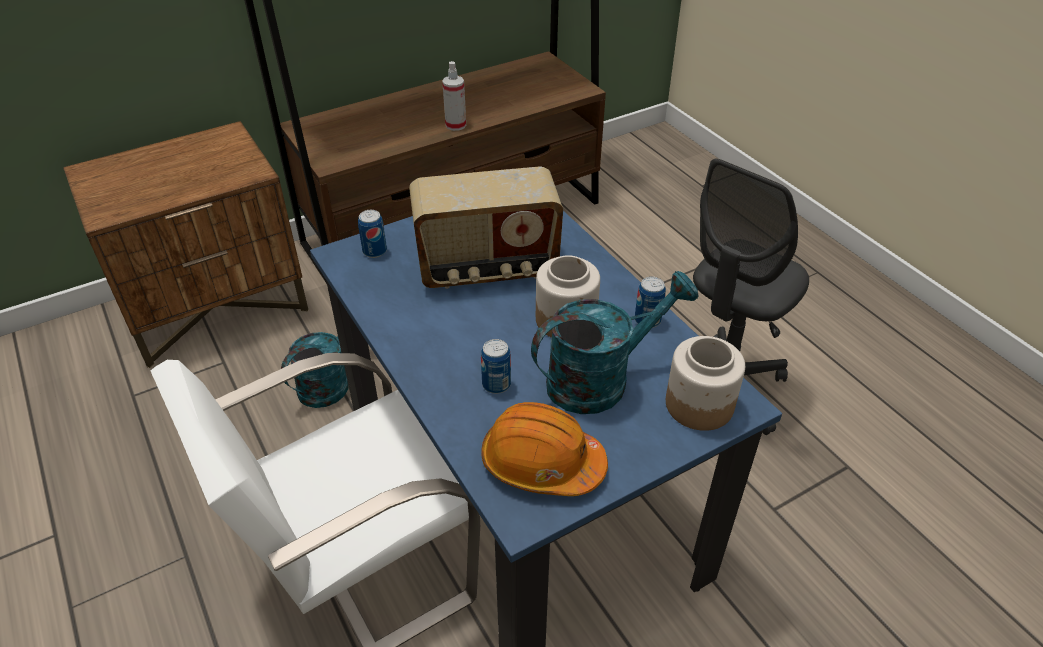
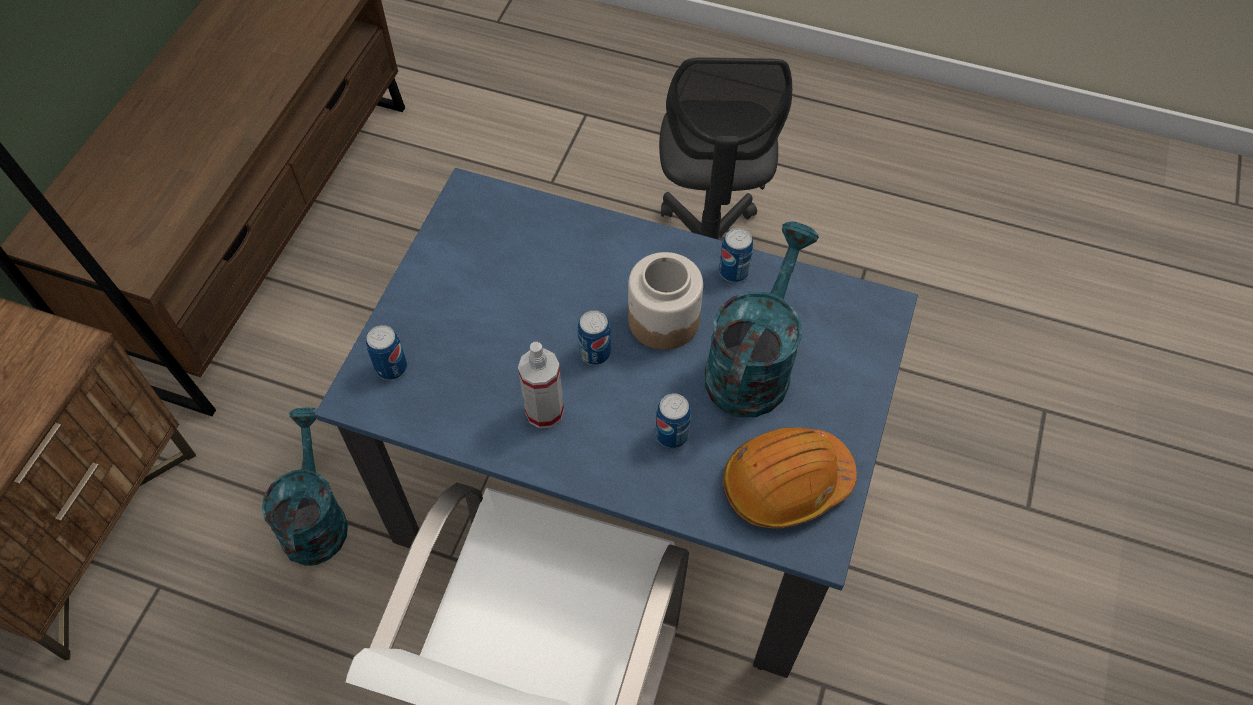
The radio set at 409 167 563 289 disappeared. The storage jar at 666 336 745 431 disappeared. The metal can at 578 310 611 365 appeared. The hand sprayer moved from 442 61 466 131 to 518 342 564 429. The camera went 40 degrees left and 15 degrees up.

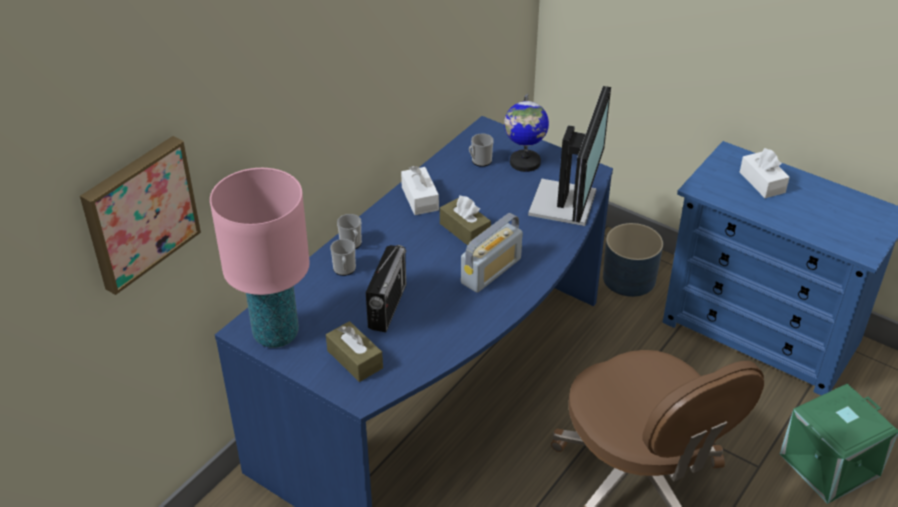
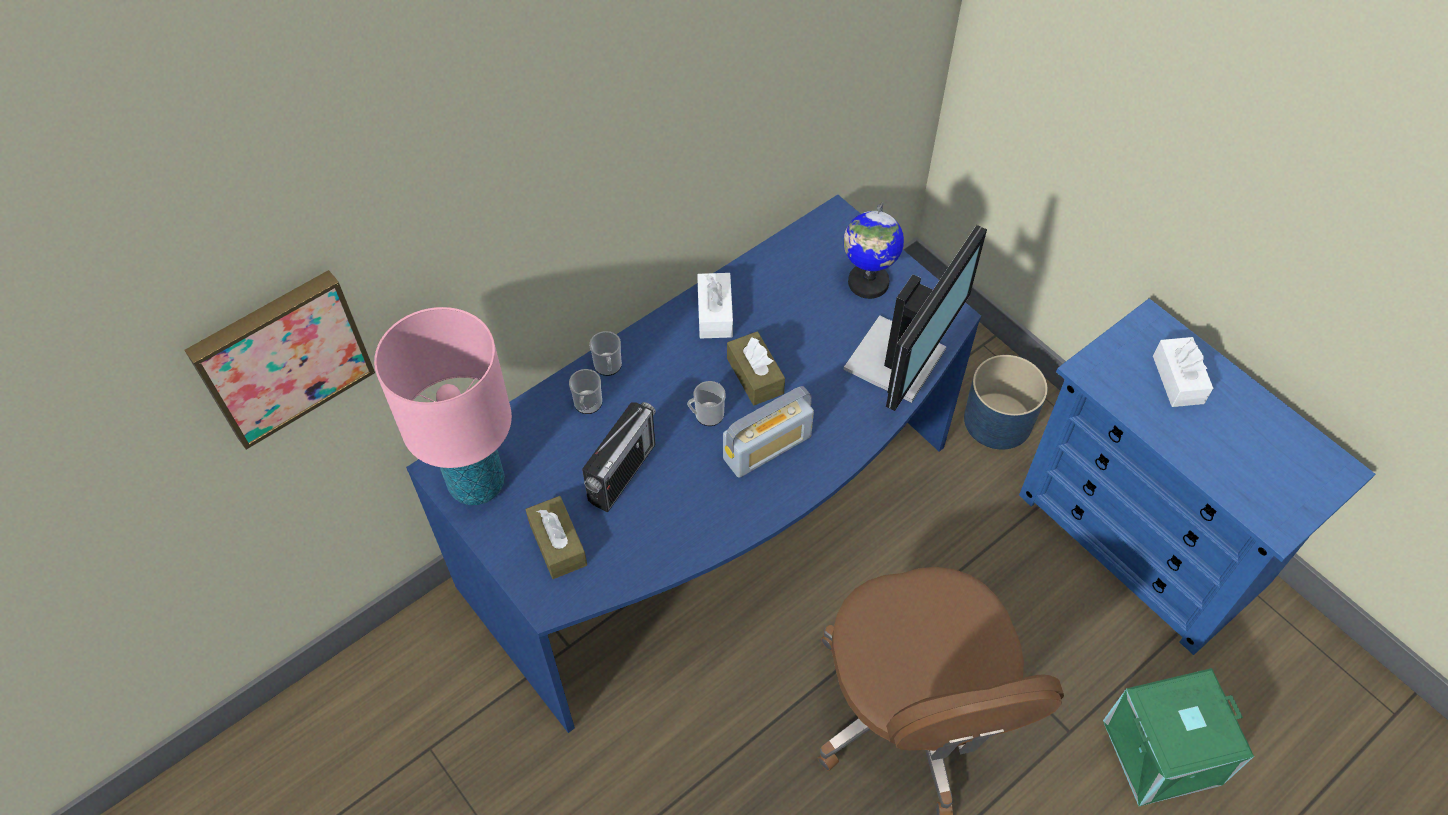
The tea mug moved from 469 134 494 167 to 687 381 726 426. The camera went 15 degrees right and 15 degrees up.

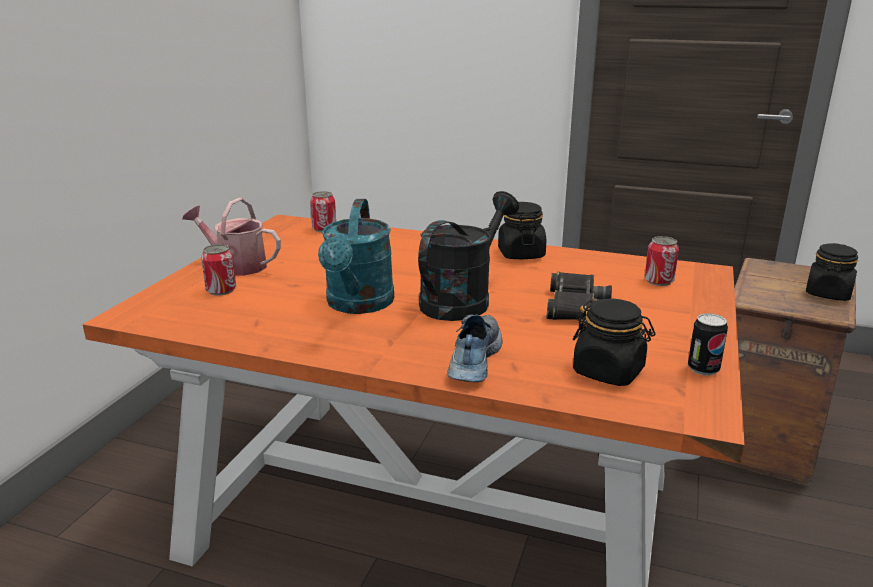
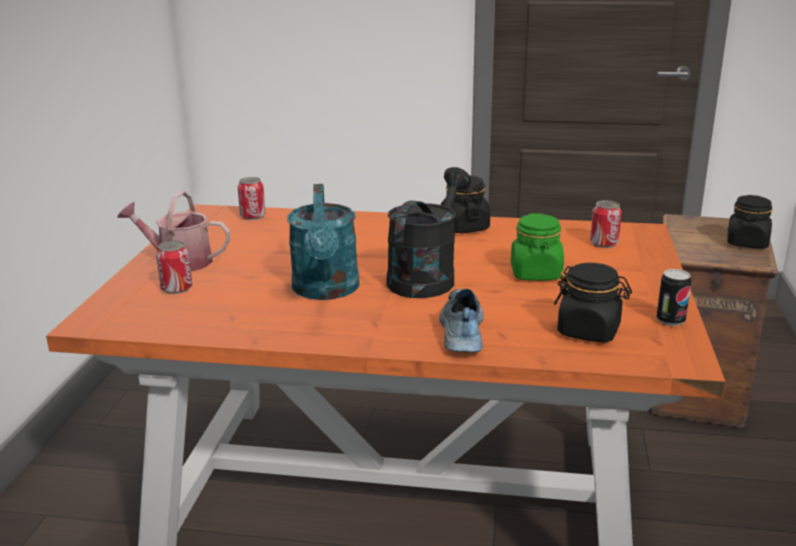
The black pair of binoculars at 547 272 612 320 was replaced by the greenish storage jar at 511 214 564 281. The camera went 10 degrees left and 0 degrees up.

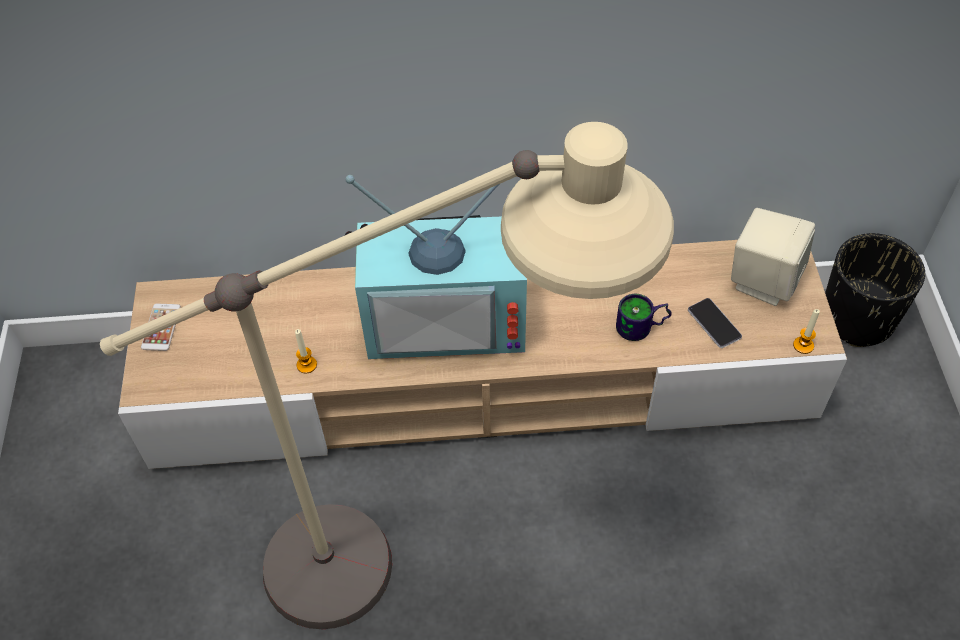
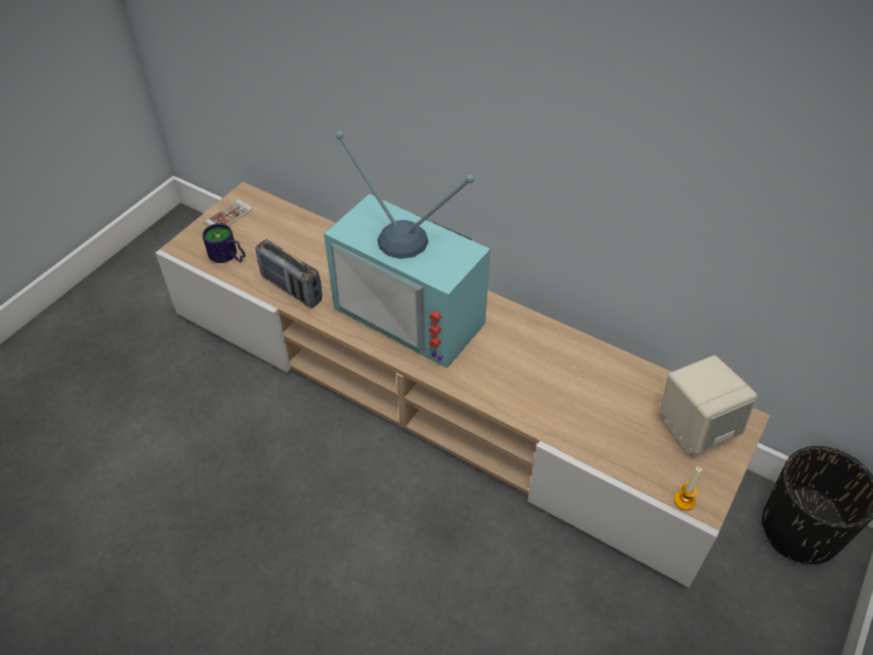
The sand-coloured floor lamp at 100 122 674 629 disappeared. The handset at 688 298 742 348 disappeared. The tea mug moved from 616 294 672 341 to 202 223 246 263. The candle at 295 329 317 373 was replaced by the radio set at 255 239 322 308. The camera went 35 degrees right and 5 degrees down.

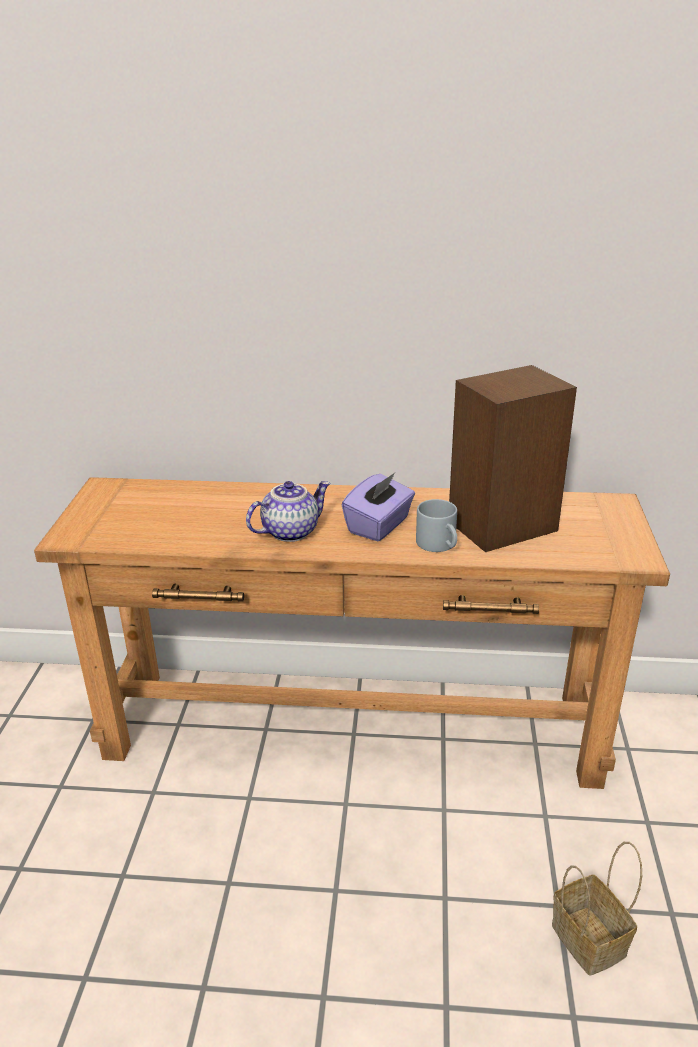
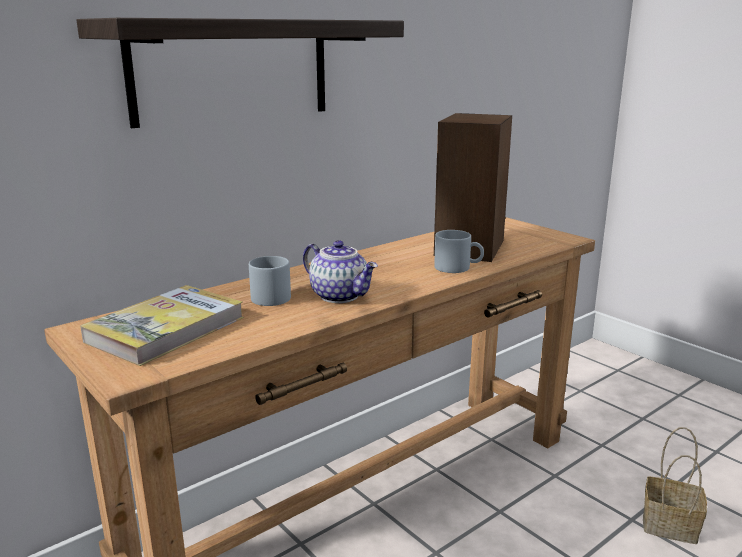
The purplish box of tissues at 342 473 415 541 disappeared. The wall shelf at 76 18 404 128 appeared. The bound book at 80 285 244 366 appeared. The grey tea mug at 249 256 291 306 appeared. The tea pot at 246 481 331 542 turned 120 degrees clockwise. The camera went 45 degrees left and 10 degrees down.

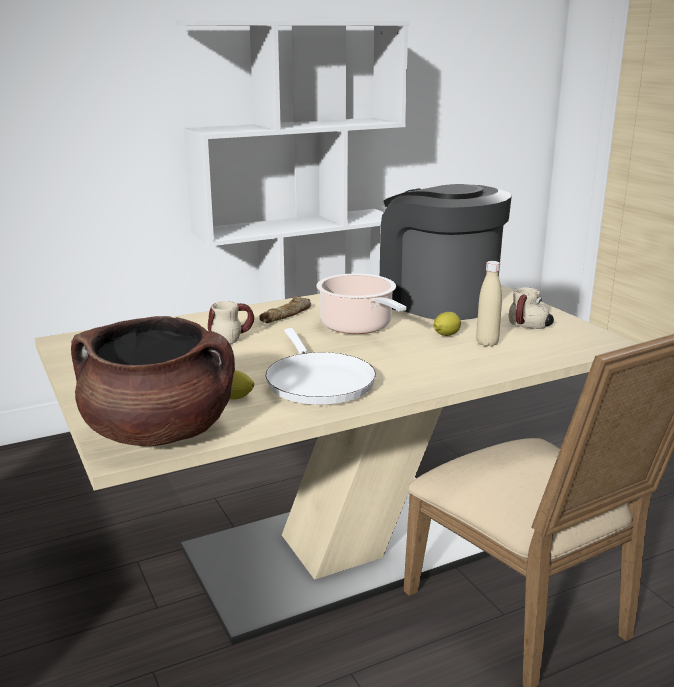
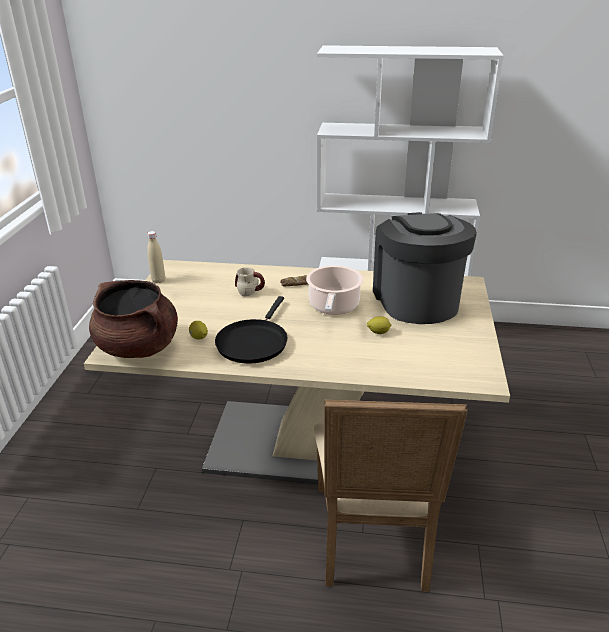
The tea mug at 509 287 554 329 disappeared. The sand-coloured bottle moved from 476 261 502 347 to 147 231 165 283. The white frying pan at 265 328 376 405 became the black frying pan at 215 296 288 364. The camera went 35 degrees right and 10 degrees up.

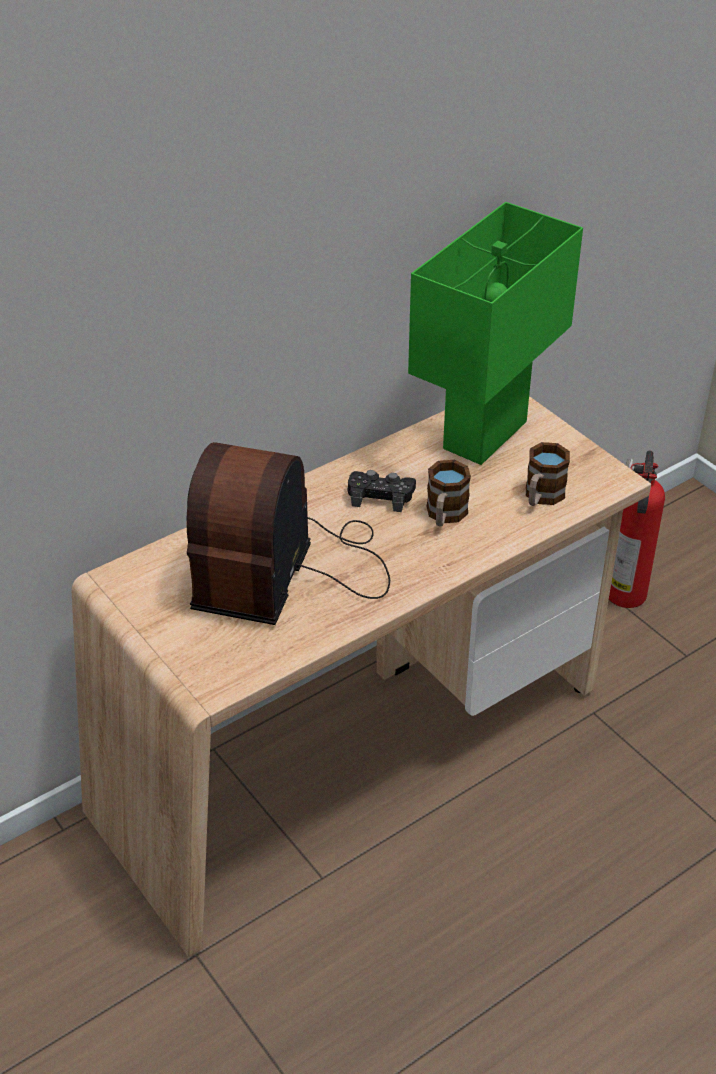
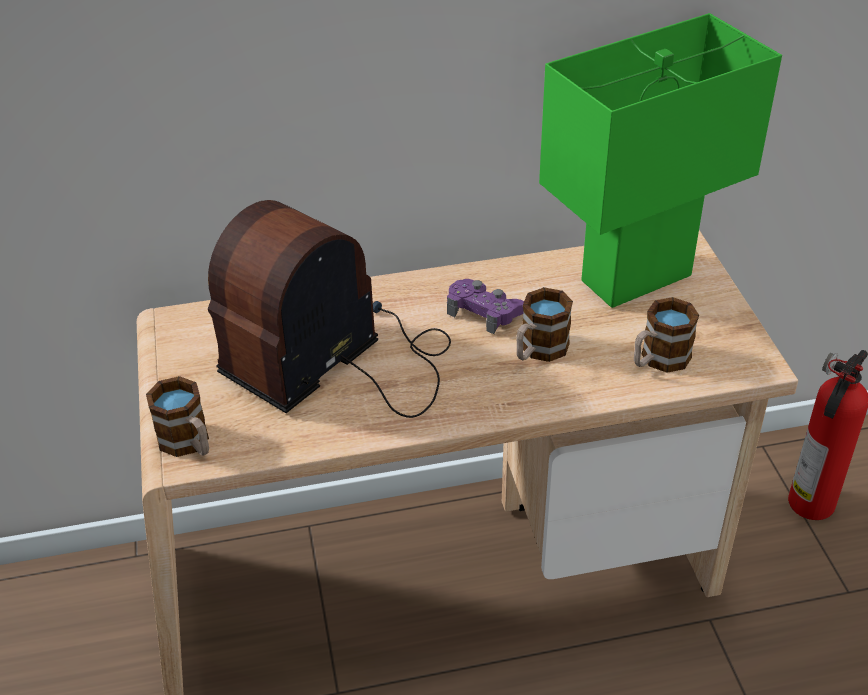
The tea mug at 146 376 209 457 appeared. The black gamepad at 348 470 416 512 became the purplish gamepad at 447 279 524 334. The camera went 25 degrees right and 0 degrees up.

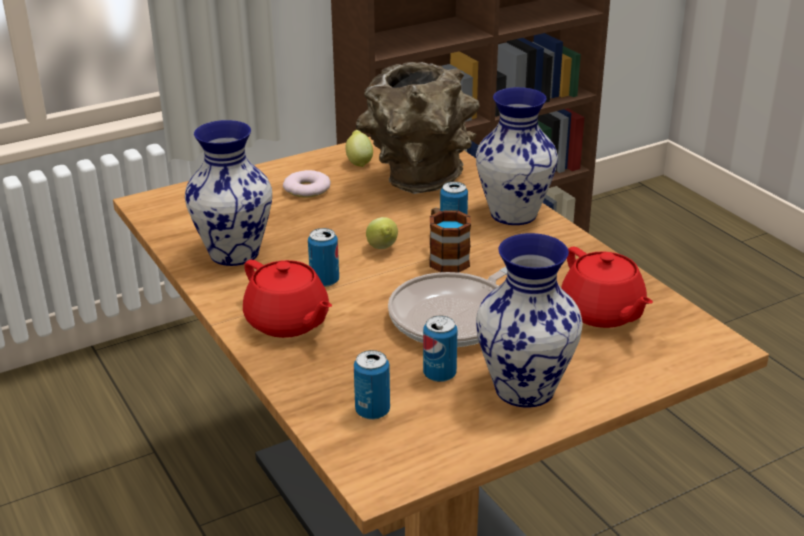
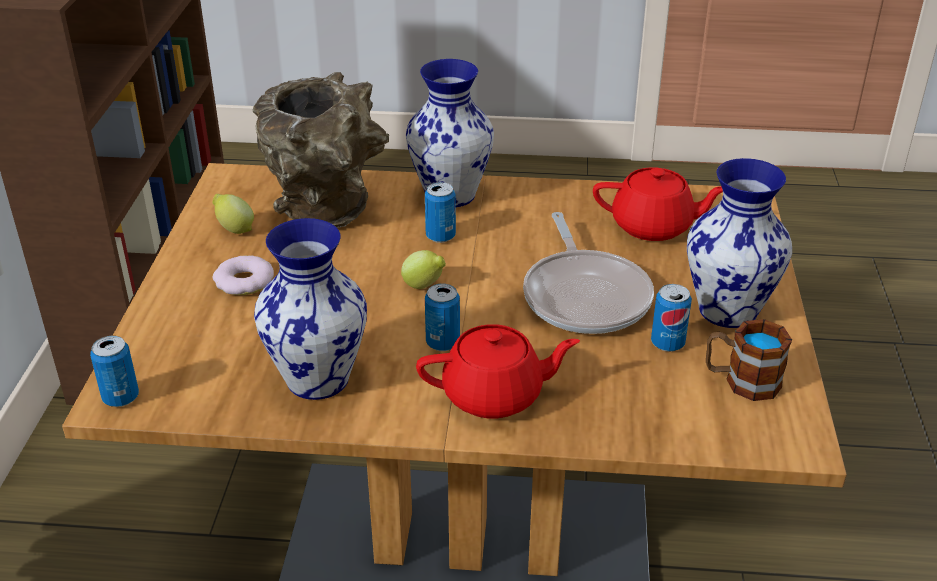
The metal can moved from 354 350 390 420 to 90 336 139 407. The tea mug moved from 429 208 471 273 to 706 319 792 401. The camera went 55 degrees left and 5 degrees up.

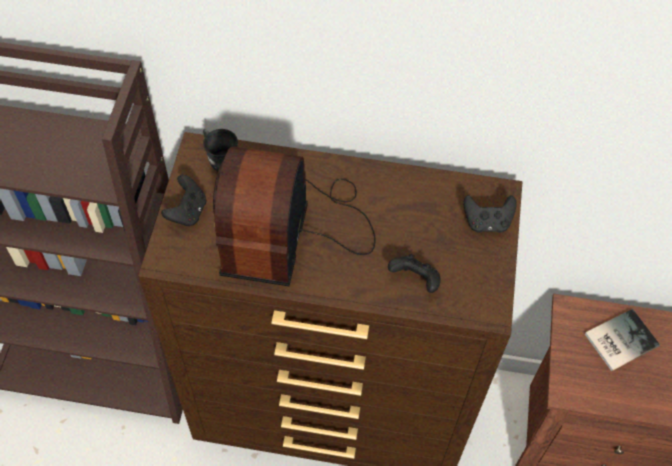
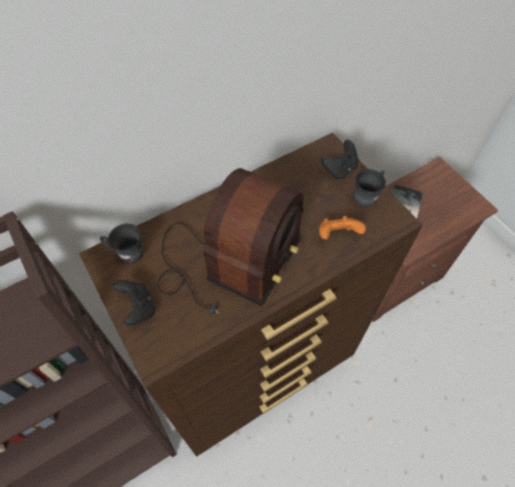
The grey tea mug at 354 169 386 207 appeared. The black gamepad at 388 254 441 293 became the orange-coloured gamepad at 319 216 366 239. The radio set at 213 146 375 286 turned 120 degrees counterclockwise. The camera went 40 degrees left and 0 degrees up.

